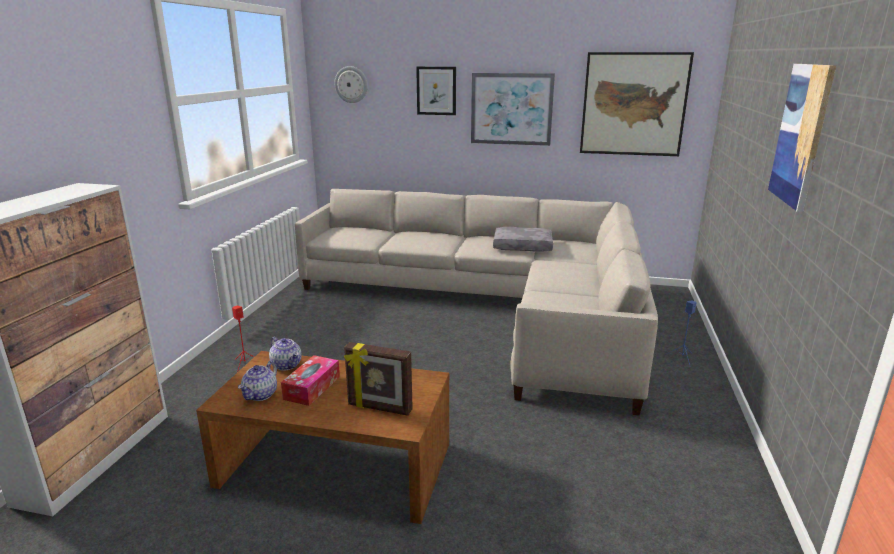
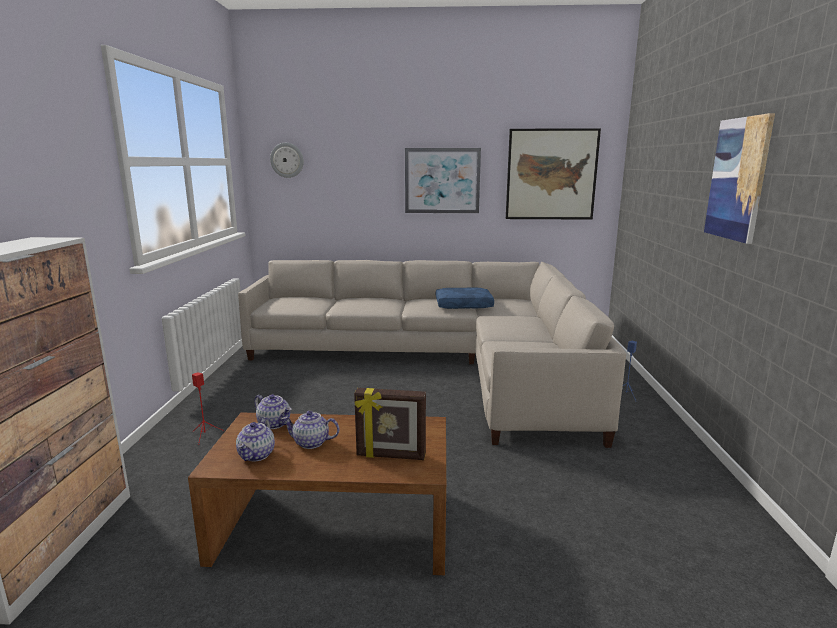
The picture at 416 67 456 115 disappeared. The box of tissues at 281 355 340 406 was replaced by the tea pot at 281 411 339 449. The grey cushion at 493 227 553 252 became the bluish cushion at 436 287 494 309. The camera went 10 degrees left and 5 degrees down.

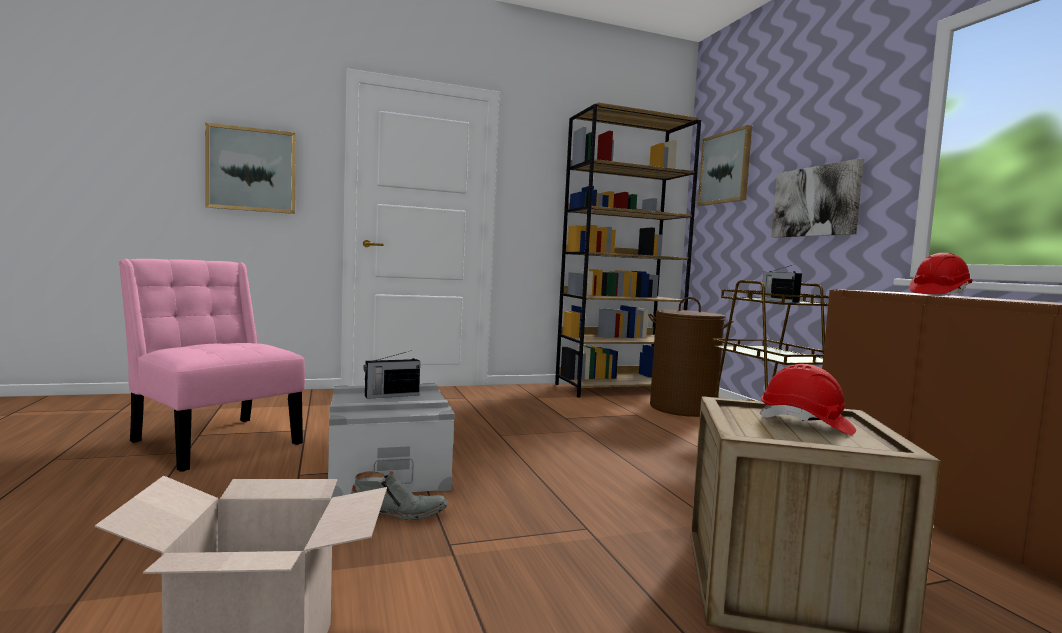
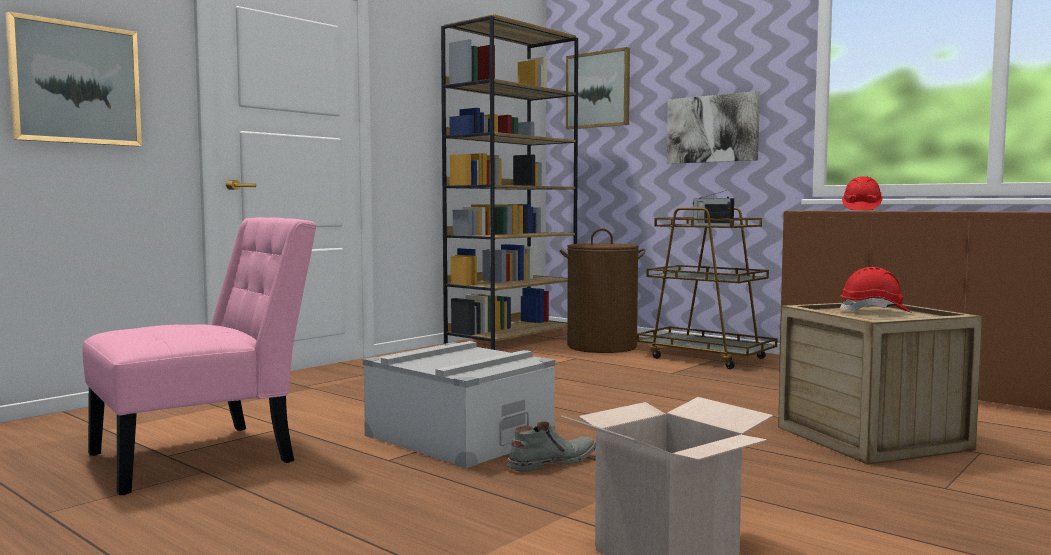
The radio set at 363 350 420 399 disappeared. The pinkish chair at 119 259 305 472 turned 135 degrees clockwise. The camera went 30 degrees left and 0 degrees up.

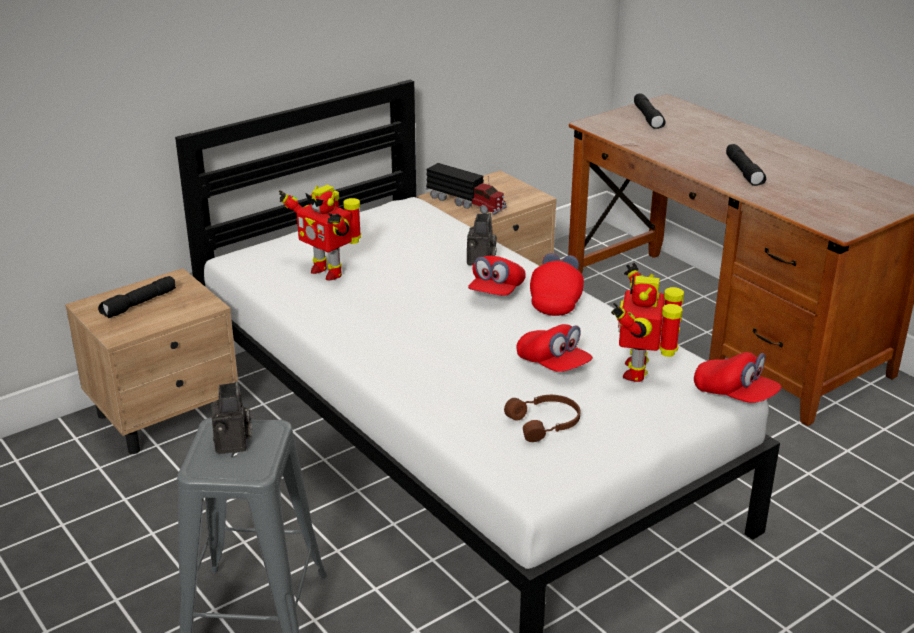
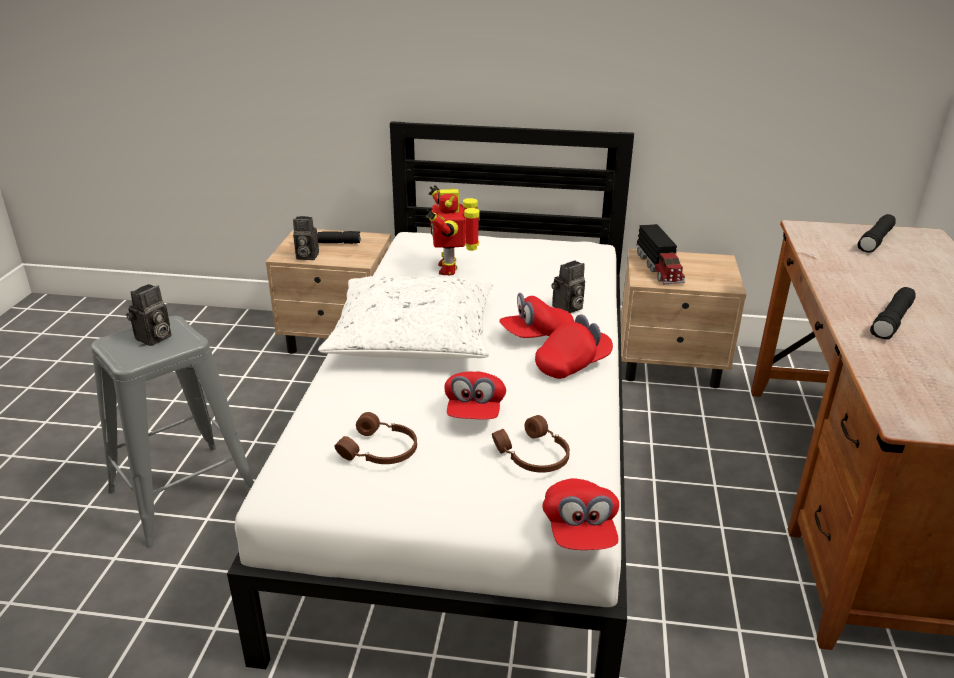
The still camera at 293 216 319 260 appeared. The white cushion at 318 276 493 359 appeared. The robot figure at 611 263 684 382 was replaced by the brownish pair of headphones at 492 415 570 473. The camera went 45 degrees right and 0 degrees up.

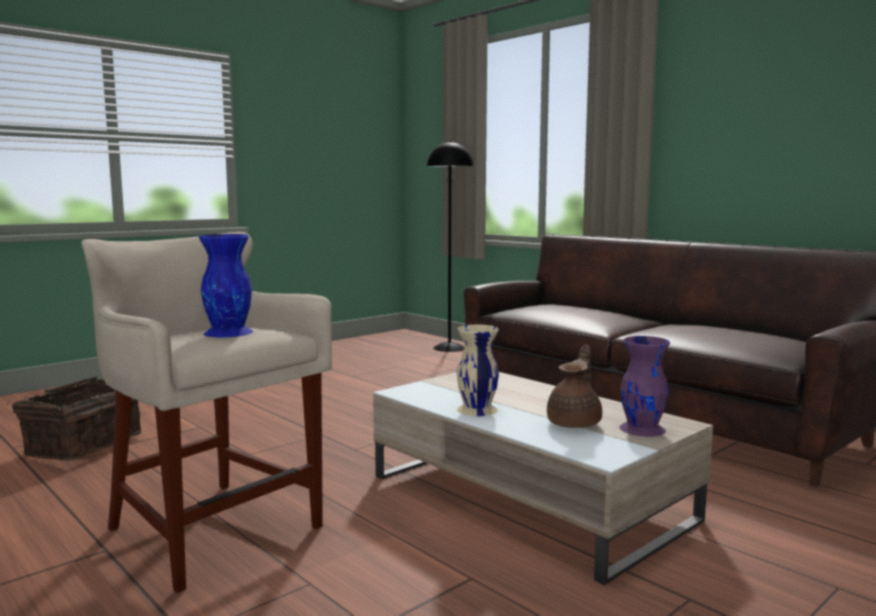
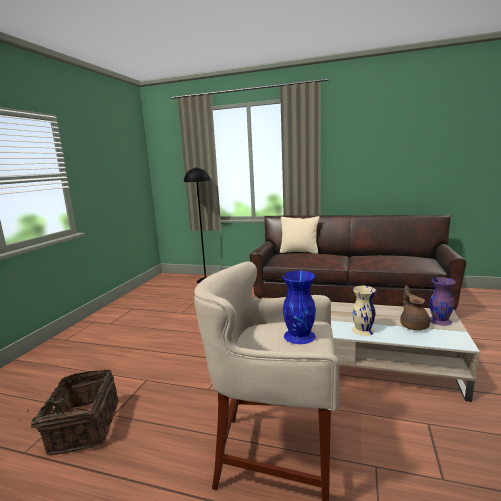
The sand-coloured cushion at 280 216 320 254 appeared. The camera went 30 degrees left and 5 degrees up.

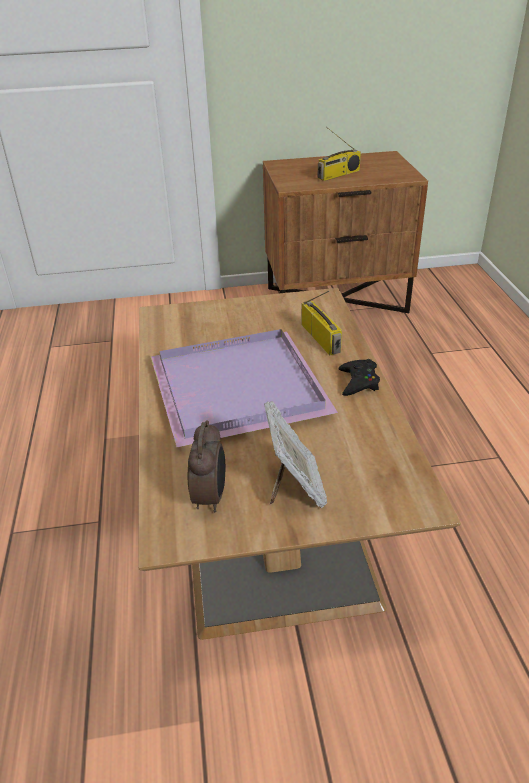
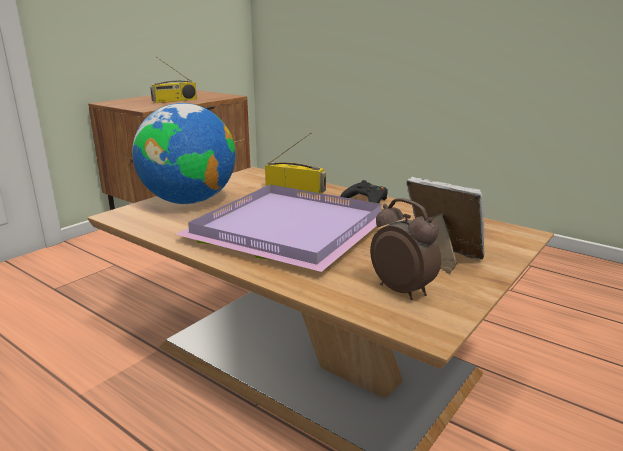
The desk globe at 132 103 236 204 appeared. The radio set at 317 127 361 181 turned 45 degrees clockwise. The camera went 45 degrees left and 15 degrees down.

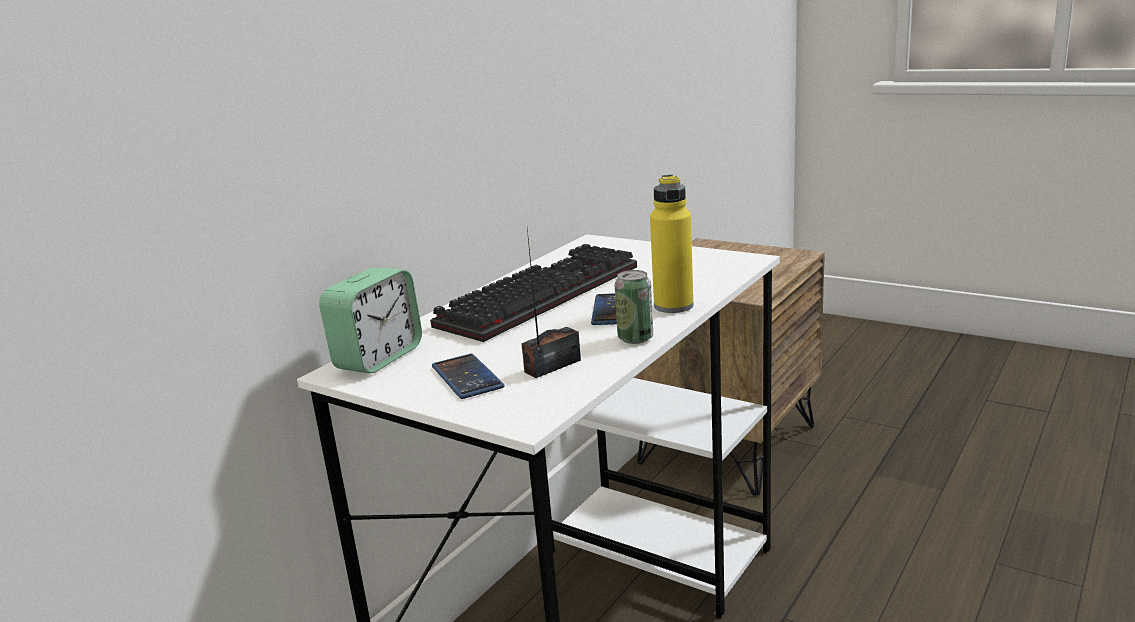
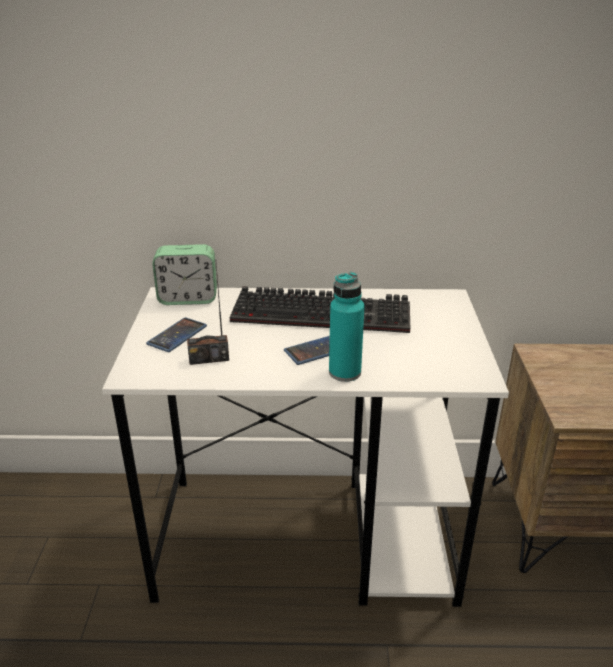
The metal can at 615 270 653 344 disappeared. The yellow bottle at 650 174 693 313 became the turquoise-coloured bottle at 329 272 365 382. The radio set at 521 229 581 378 turned 150 degrees clockwise. The camera went 55 degrees right and 10 degrees up.

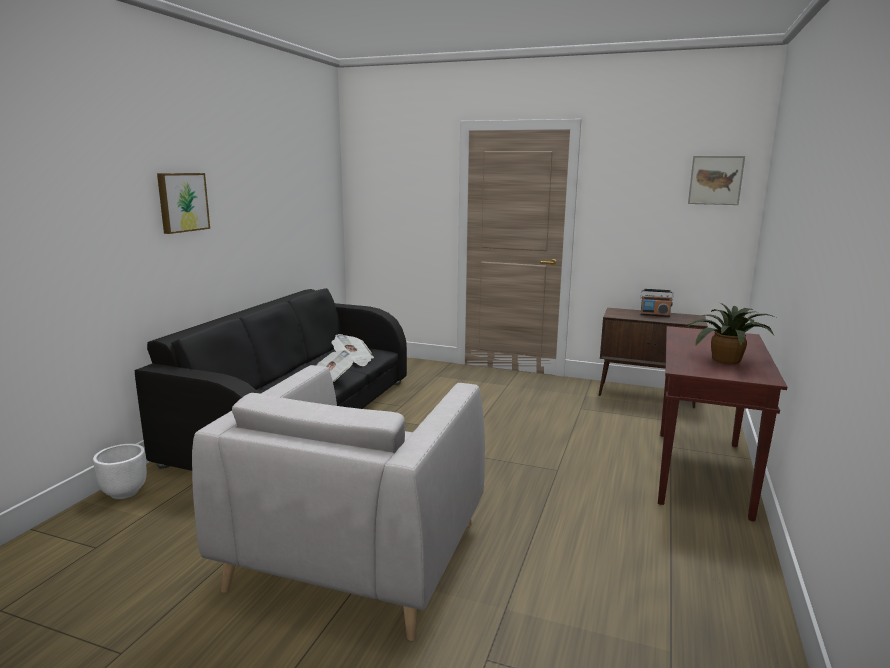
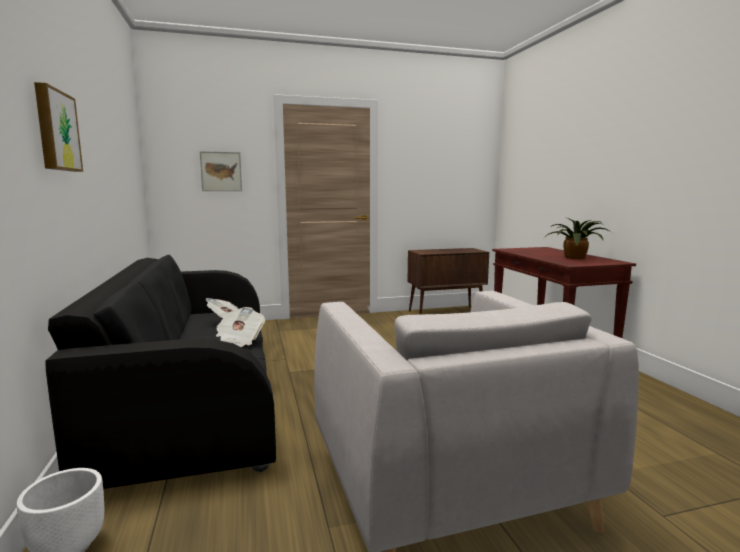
The radio set at 640 289 673 317 disappeared. The picture moved from 688 156 745 205 to 200 151 242 191. The camera went 35 degrees left and 5 degrees down.

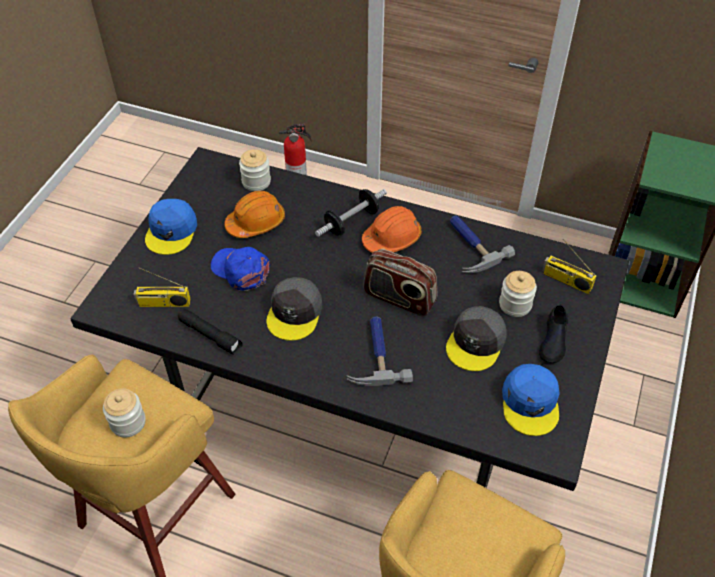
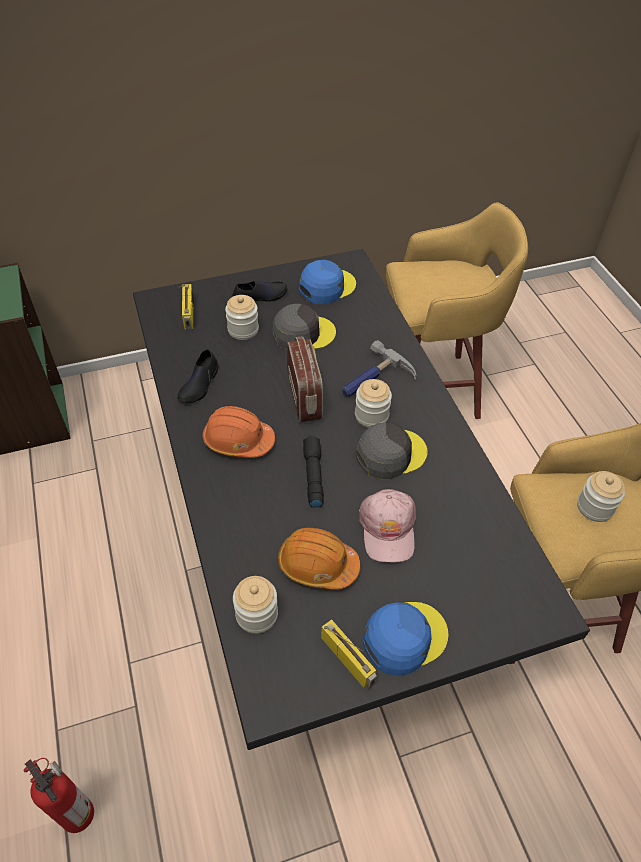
The dumbbell at 315 189 387 237 disappeared. The storage jar at 355 379 392 428 appeared. The radio set moved from 134 268 191 307 to 321 619 377 689. The black flashlight moved from 178 309 243 355 to 303 436 324 508. The hammer at 450 215 515 273 was replaced by the black item of footwear at 177 349 218 403. The bluish peaked cap at 211 247 270 291 became the pinkish peaked cap at 359 489 416 563. The camera went 130 degrees left and 0 degrees up.

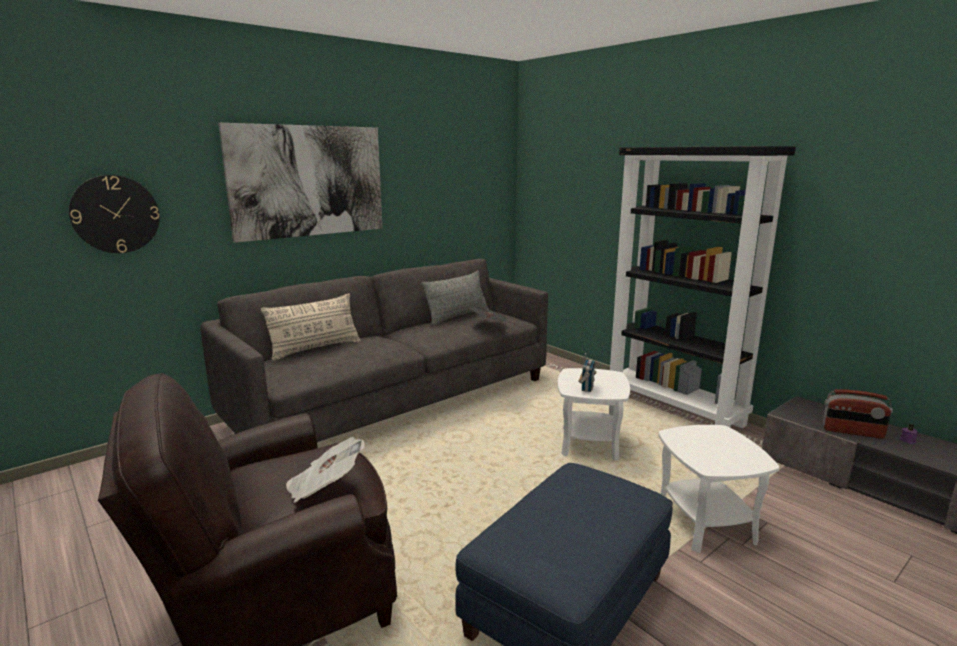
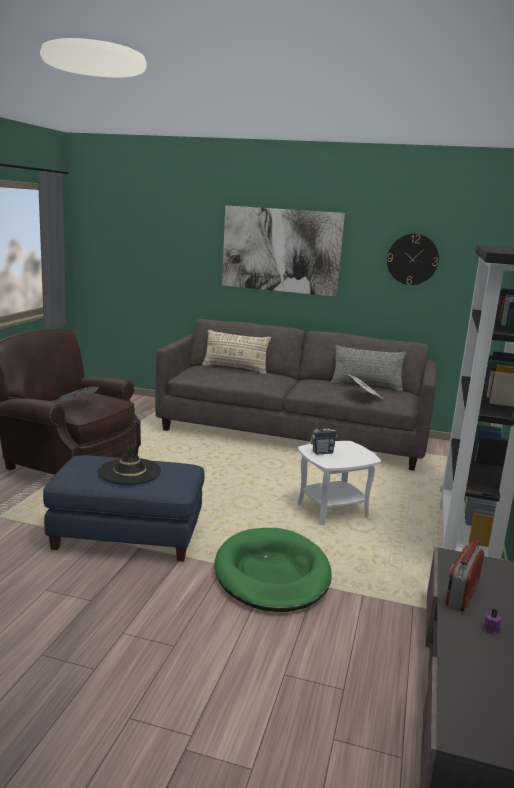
The black wearable hat at 98 437 161 485 appeared. The hanging clock moved from 69 175 160 253 to 387 234 439 285. The white end table at 658 425 779 553 was replaced by the greenish dog cushion at 214 528 331 612. The radio set at 822 389 893 439 turned 45 degrees clockwise. The camera went 55 degrees right and 0 degrees up.

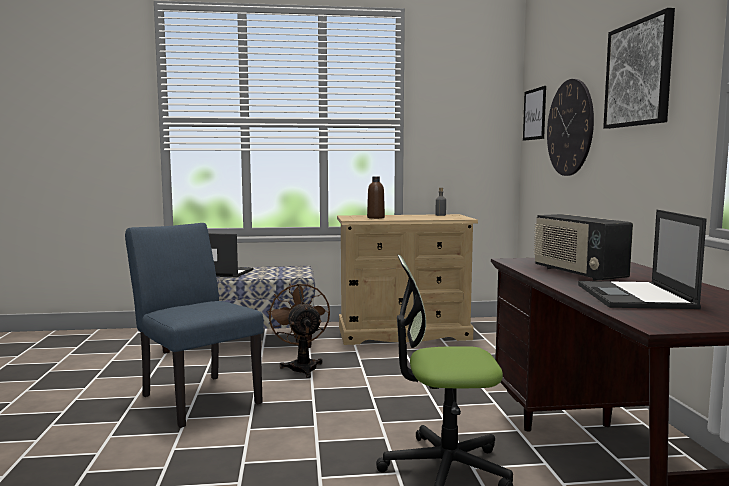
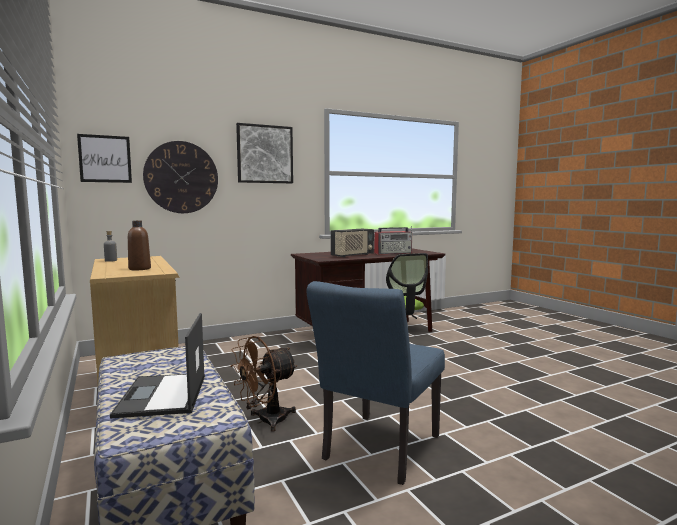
The notebook computer at 578 210 707 309 was replaced by the radio set at 374 226 412 254. The camera went 110 degrees left and 0 degrees up.

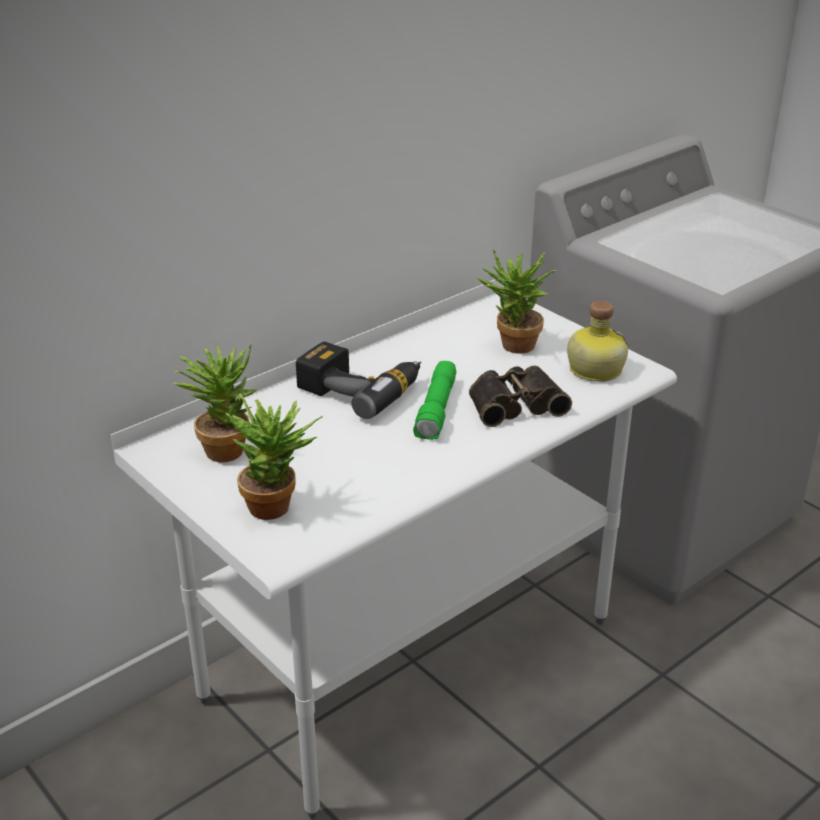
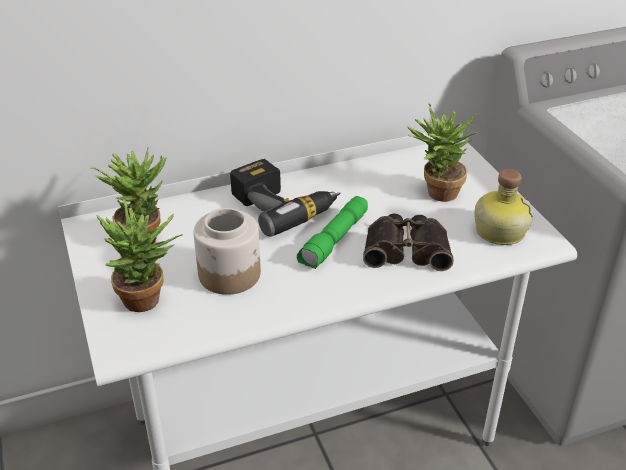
The storage jar at 193 208 261 295 appeared. The camera went 20 degrees right and 5 degrees up.

